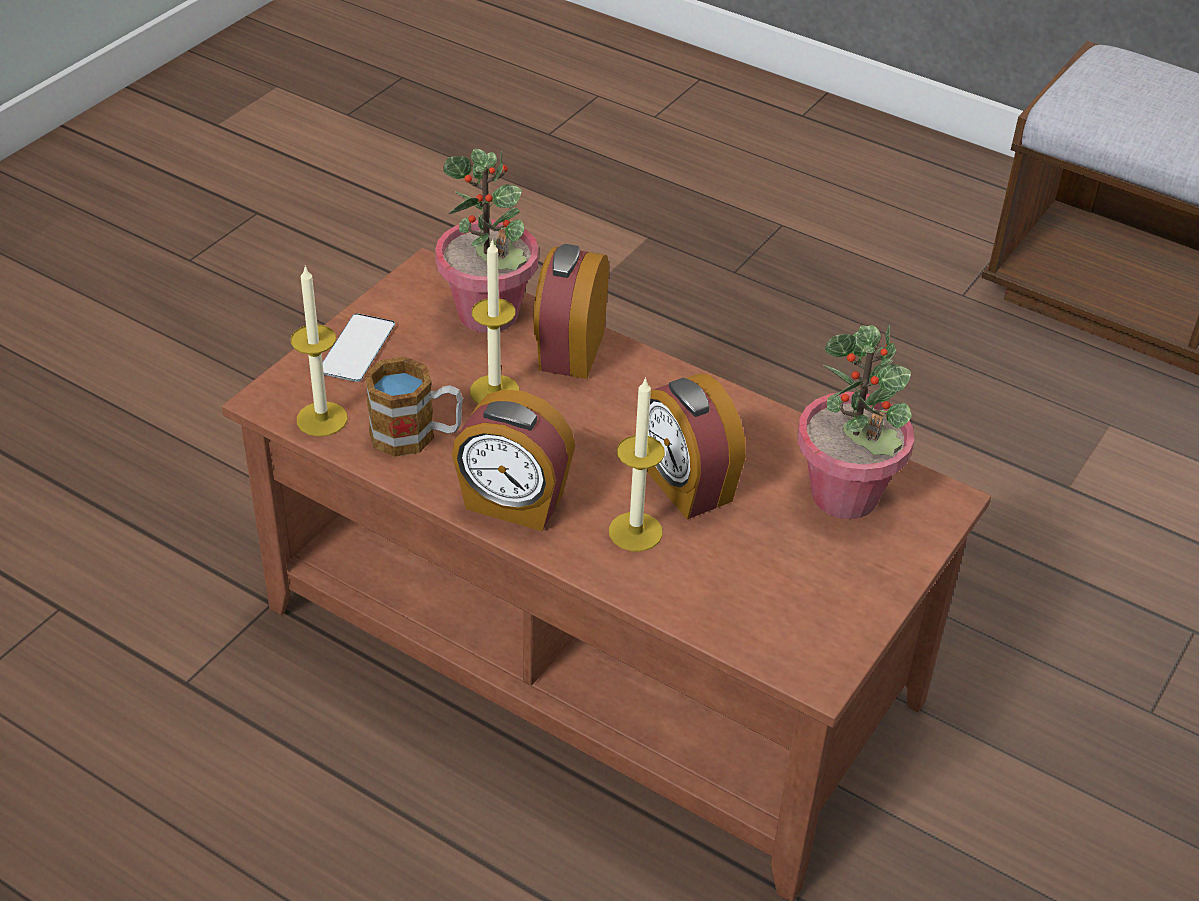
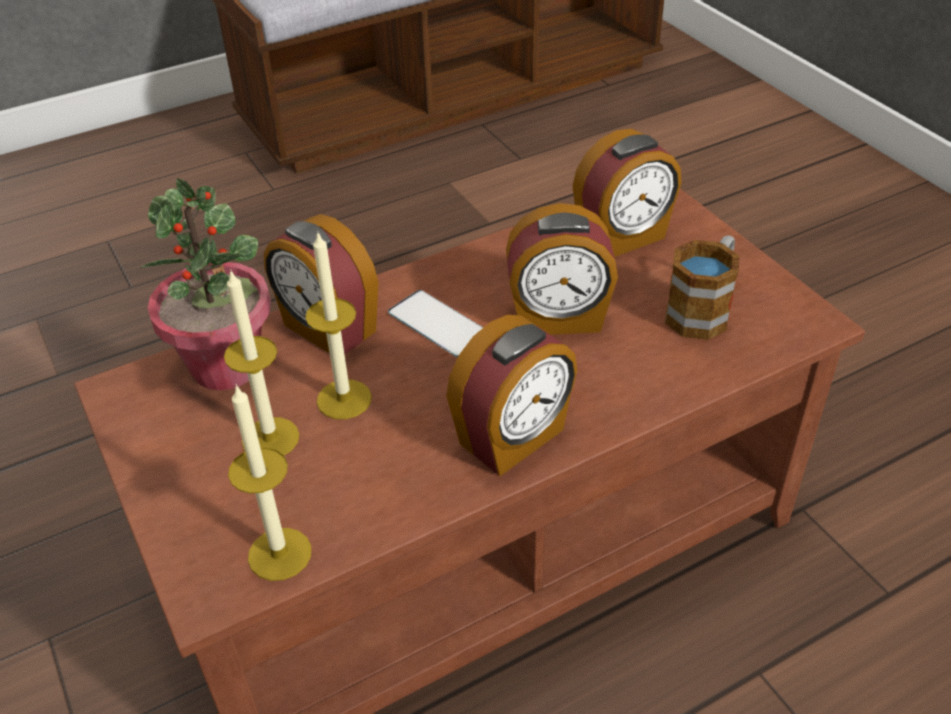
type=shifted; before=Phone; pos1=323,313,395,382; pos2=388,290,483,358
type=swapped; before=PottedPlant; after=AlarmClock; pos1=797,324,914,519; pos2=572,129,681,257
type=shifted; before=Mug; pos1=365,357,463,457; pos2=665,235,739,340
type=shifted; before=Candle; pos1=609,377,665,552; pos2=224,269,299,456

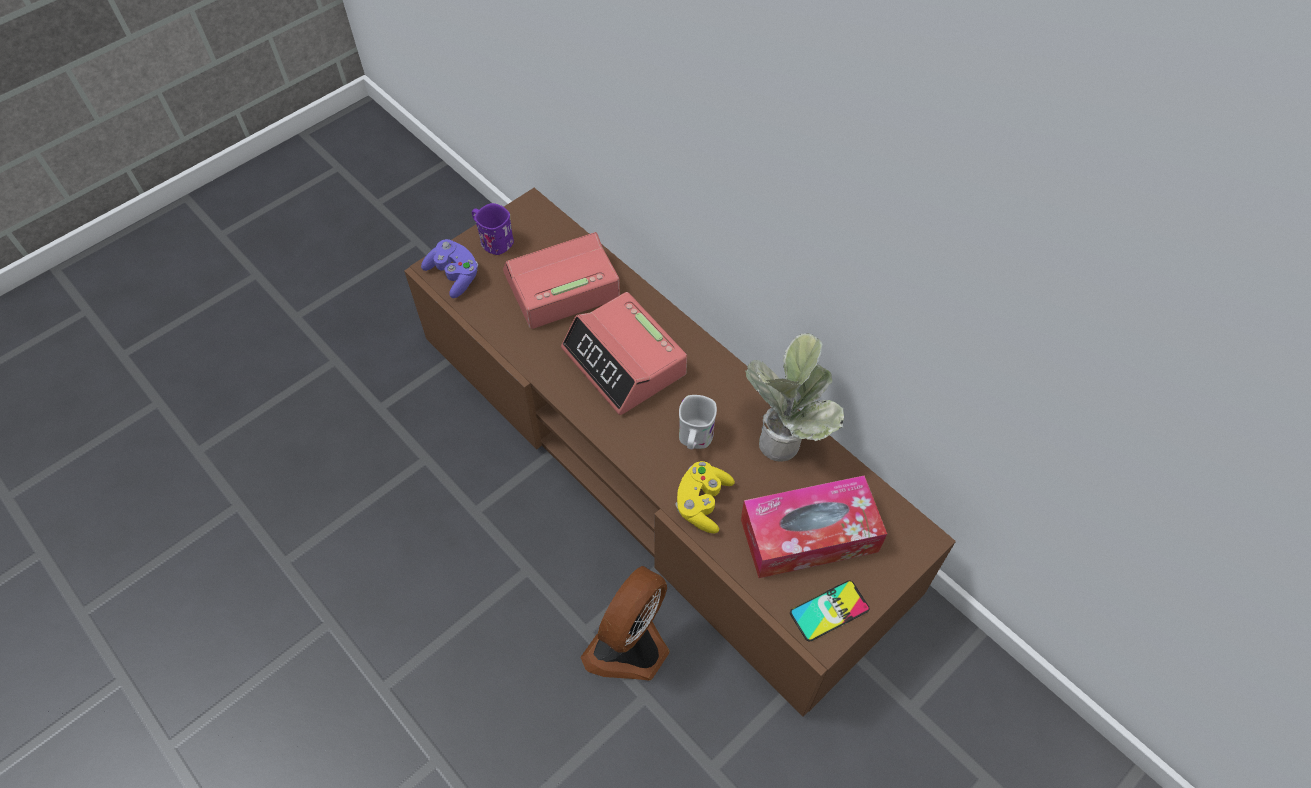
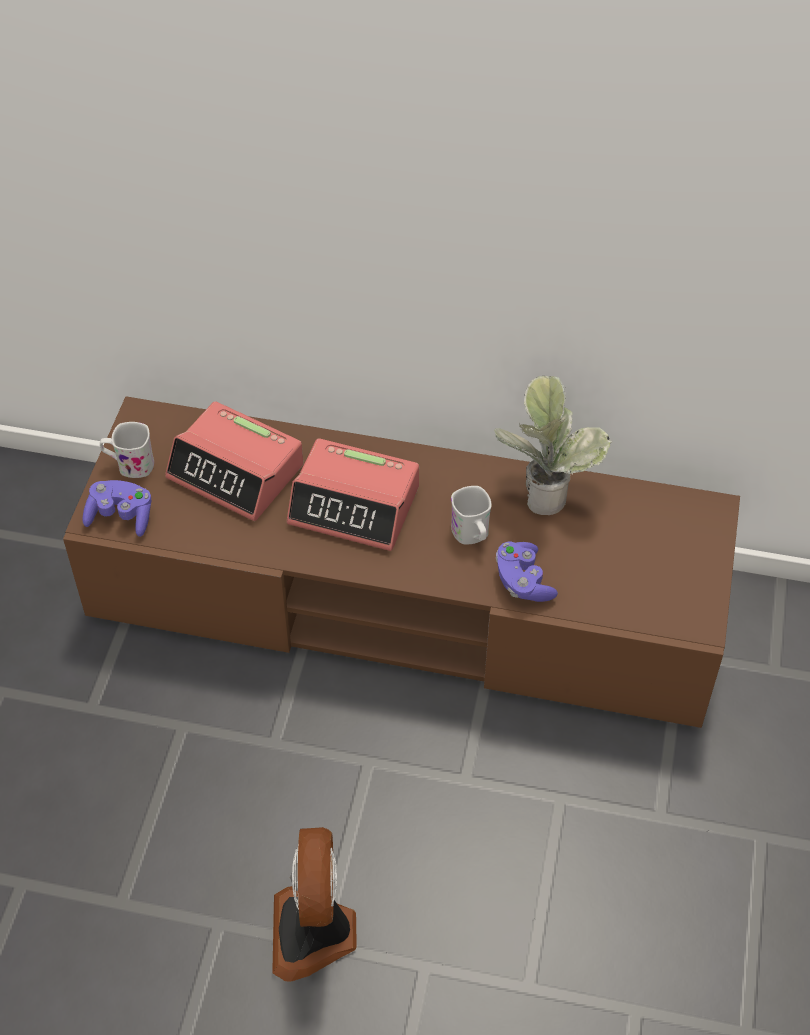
type=repainted; before=PurpleMug; after=WhiteMug; pos1=472,203,514,255; pos2=100,422,154,478
type=rotated; before=AlarmClock; pos1=503,232,620,329; pos2=165,401,303,521; turn=-90
type=repainted; before=YellowGameController; after=PurpleGameController; pos1=675,461,735,533; pos2=496,542,558,602
type=gone; before=TissueBox; pos1=741,475,887,578
type=shifted; before=Fan; pos1=580,566,670,681; pos2=272,827,357,982
type=gone; before=Phone; pos1=790,580,870,642

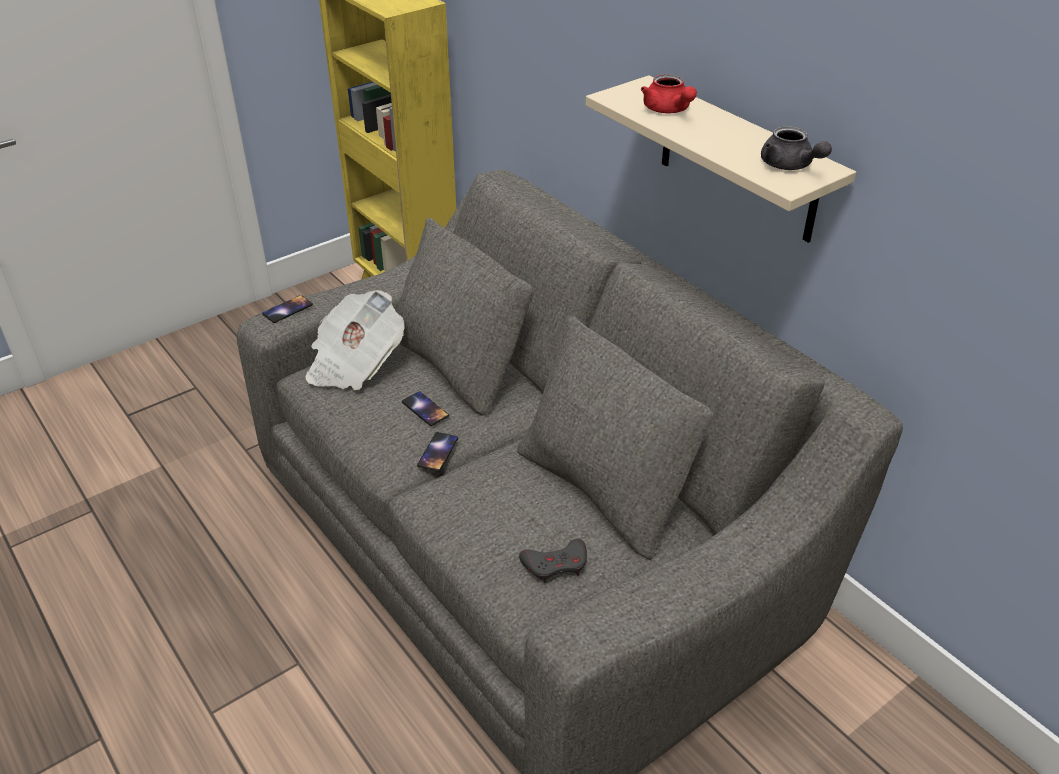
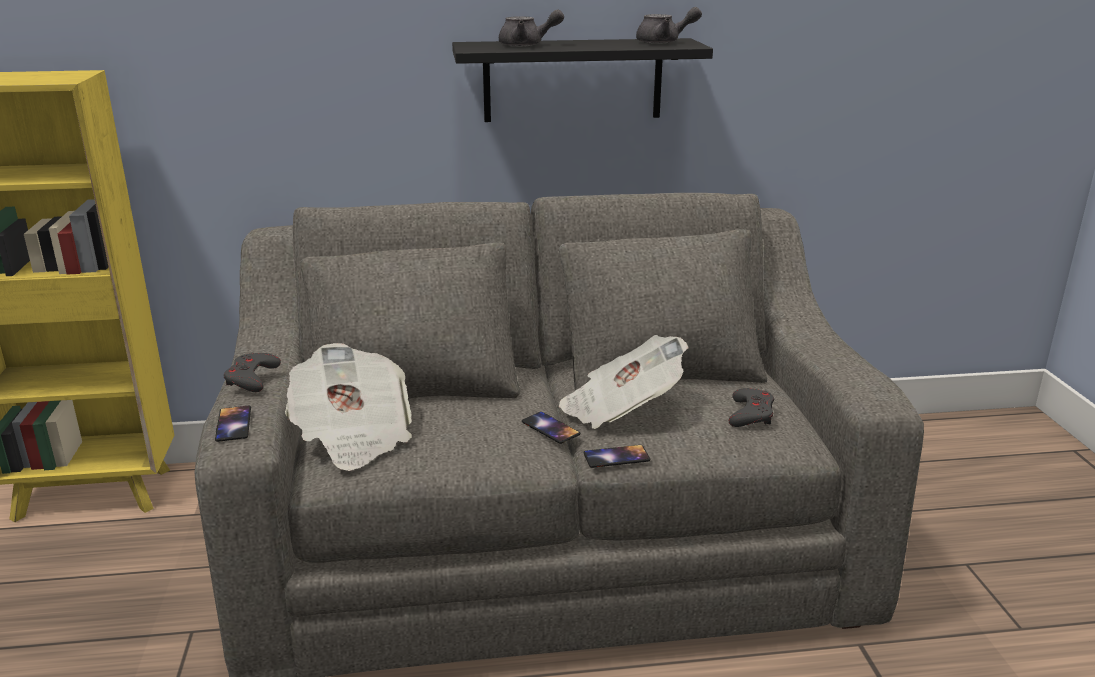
type=repainted; before=RedTeapot; after=GreyTeapot; pos1=641,74,697,113; pos2=499,9,564,47
type=repainted; before=BeigeShelf; after=BlackShelf; pos1=586,75,856,243; pos2=452,38,713,122
type=shifted; before=Phone; pos1=402,392,449,426; pos2=583,445,650,468
type=new; after=Newspaper; pos2=559,335,688,429
type=new; after=GreyGameController; pos2=224,353,281,392

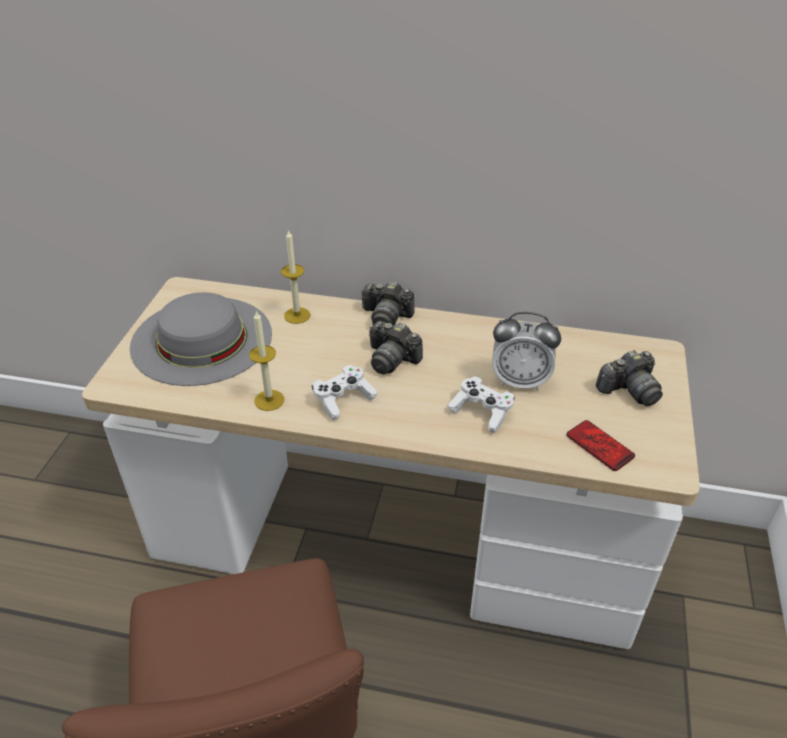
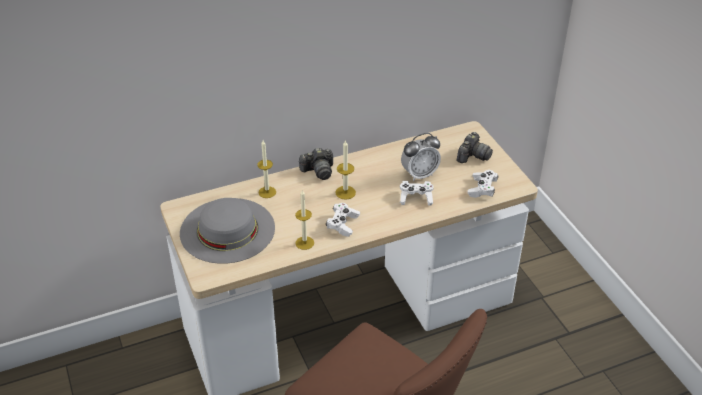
type=swapped; before=PhotoCamera; after=Candle; pos1=369,321,423,374; pos2=335,140,356,200
type=swapped; before=Phone; after=WhiteGameController; pos1=567,420,635,471; pos2=468,170,499,198

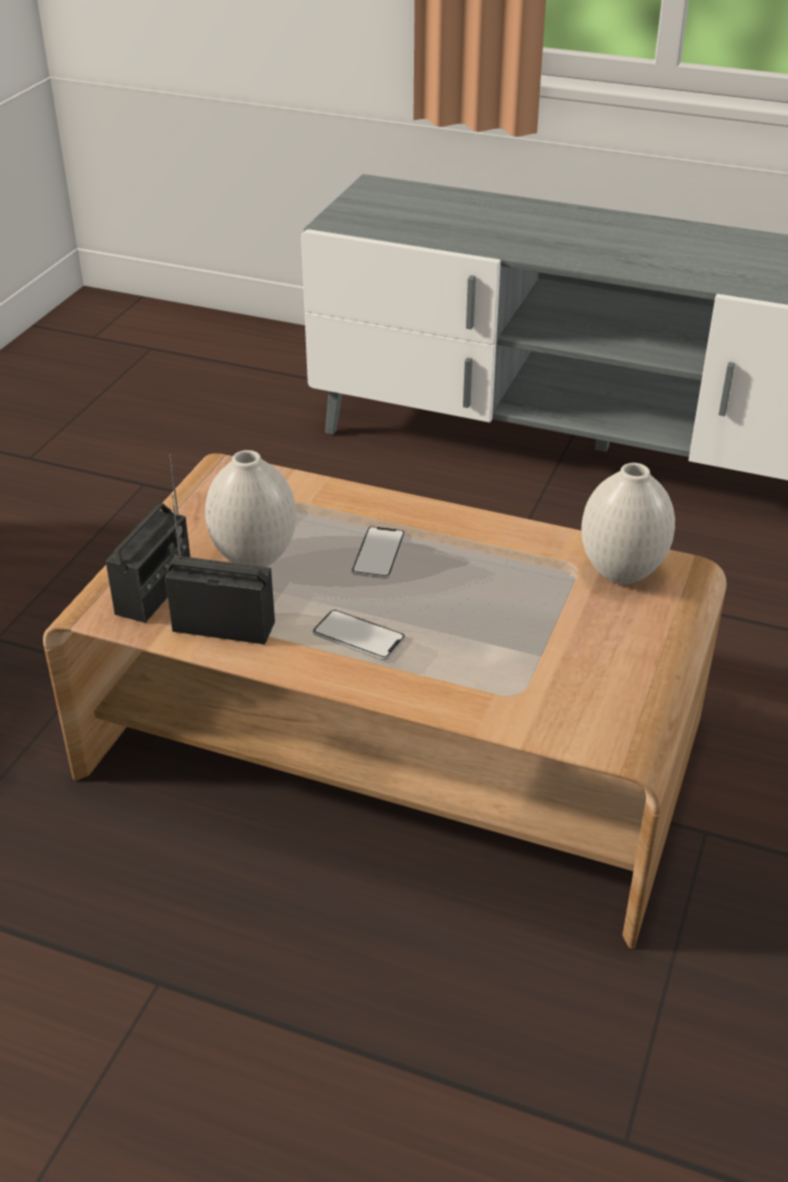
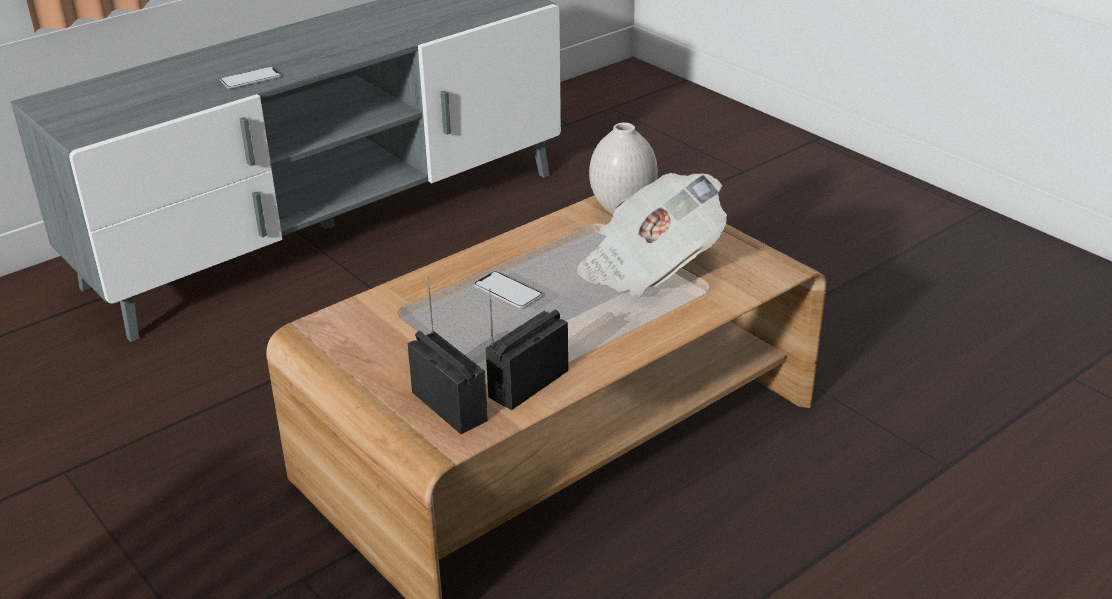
type=gone; before=WhiteVase; pos1=205,450,296,567
type=shifted; before=Phone; pos1=313,610,406,660; pos2=220,67,282,89
type=new; after=Newspaper; pos2=577,173,727,297

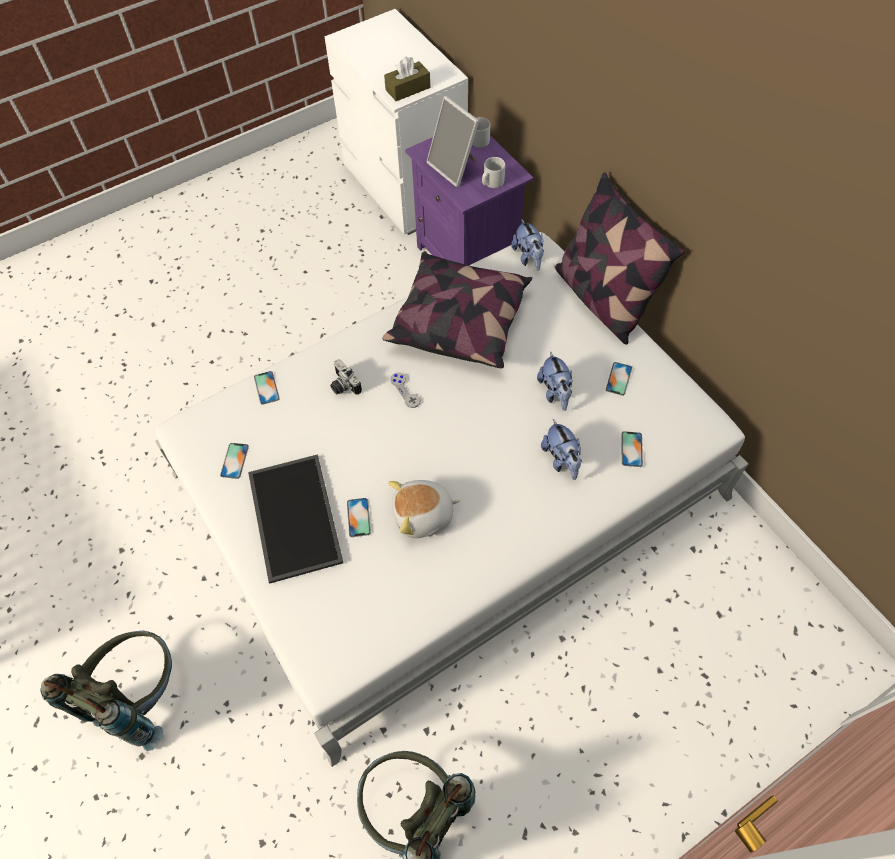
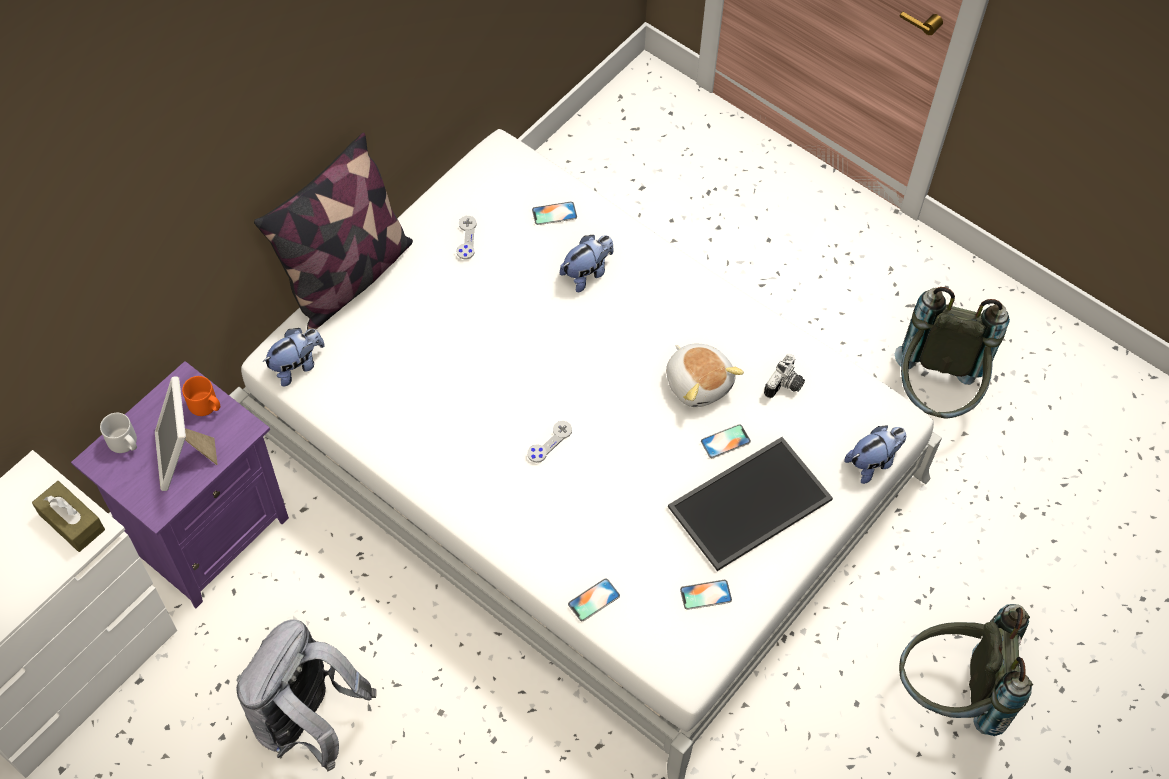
type=rotated; before=PictureFrame; pos1=426,96,479,187; pos2=155,376,218,491; turn=135
type=repainted; before=GreyMug; after=OrangeMug; pos1=482,157,505,188; pos2=182,376,220,416
type=gone; before=Pillow; pos1=382,252,532,368
type=shifted; before=PlushToy; pos1=537,351,573,411; pos2=844,425,906,484
type=shifted; before=PhotoCamera; pos1=330,359,362,395; pos2=764,354,805,398
type=swapped; before=Phone; after=GreyGameController; pos1=606,362,632,396; pos2=456,216,477,259
type=new; after=GreyBackpack; pos2=236,619,376,772

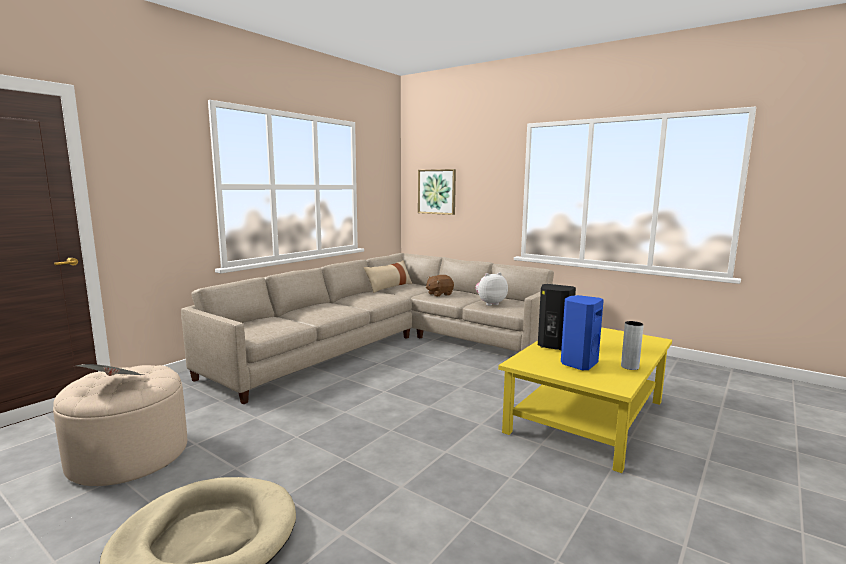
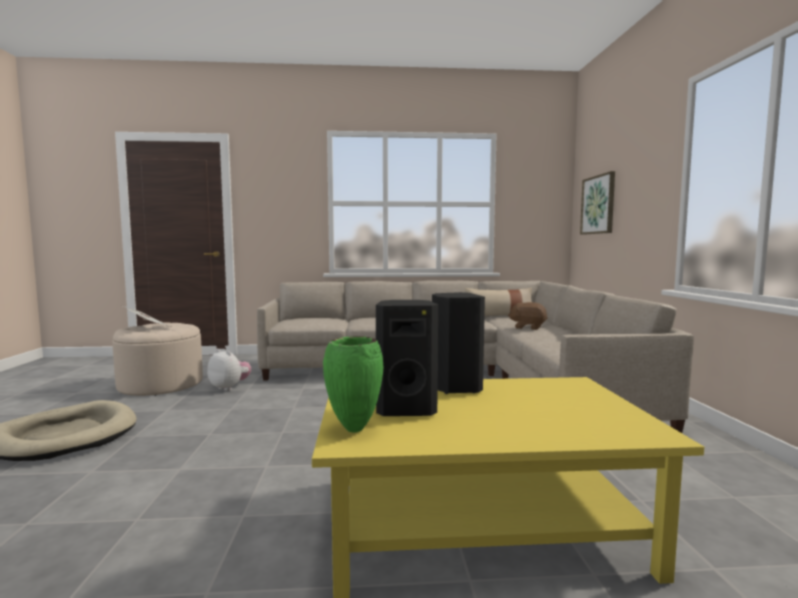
type=shifted; before=PlushToy; pos1=475,272,508,306; pos2=207,349,251,391
type=repainted; before=BlueSpeaker; after=BlackSpeaker; pos1=561,295,604,371; pos2=376,300,438,416
type=gone; before=GreyVase; pos1=621,321,644,370
type=new; after=GreenVase; pos2=323,336,383,433

